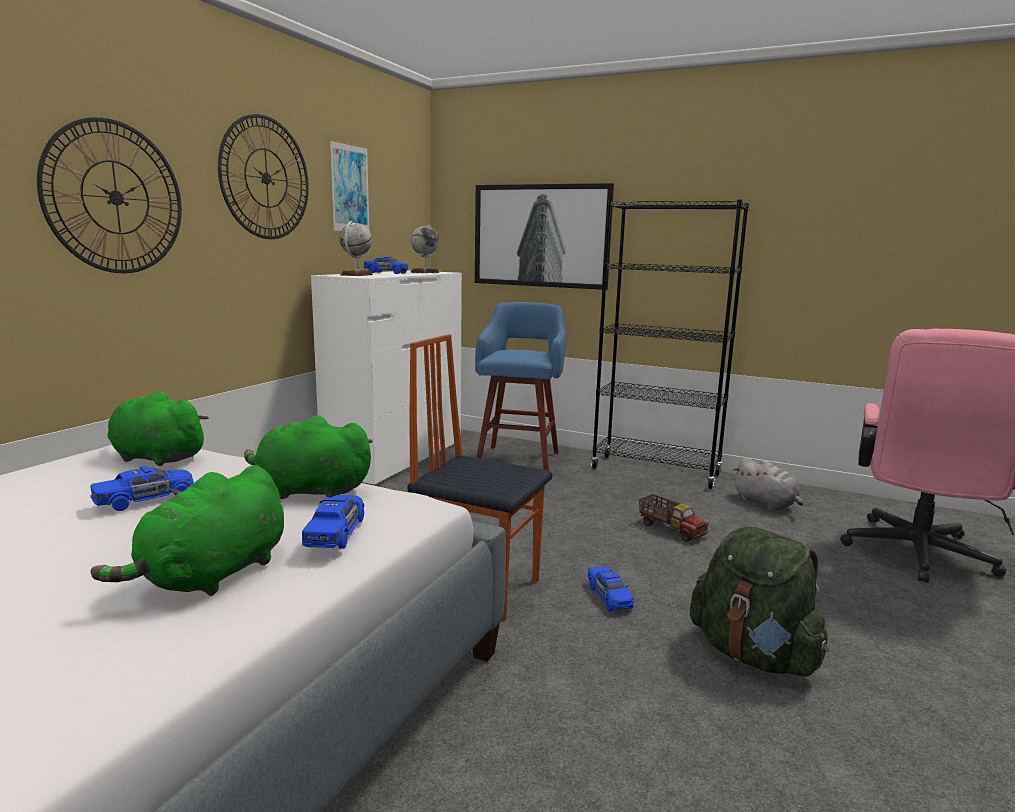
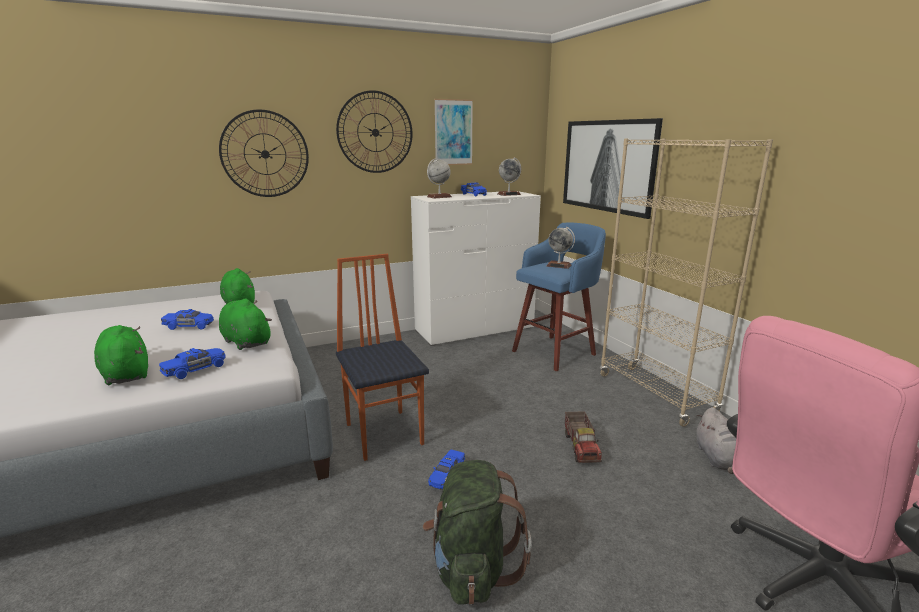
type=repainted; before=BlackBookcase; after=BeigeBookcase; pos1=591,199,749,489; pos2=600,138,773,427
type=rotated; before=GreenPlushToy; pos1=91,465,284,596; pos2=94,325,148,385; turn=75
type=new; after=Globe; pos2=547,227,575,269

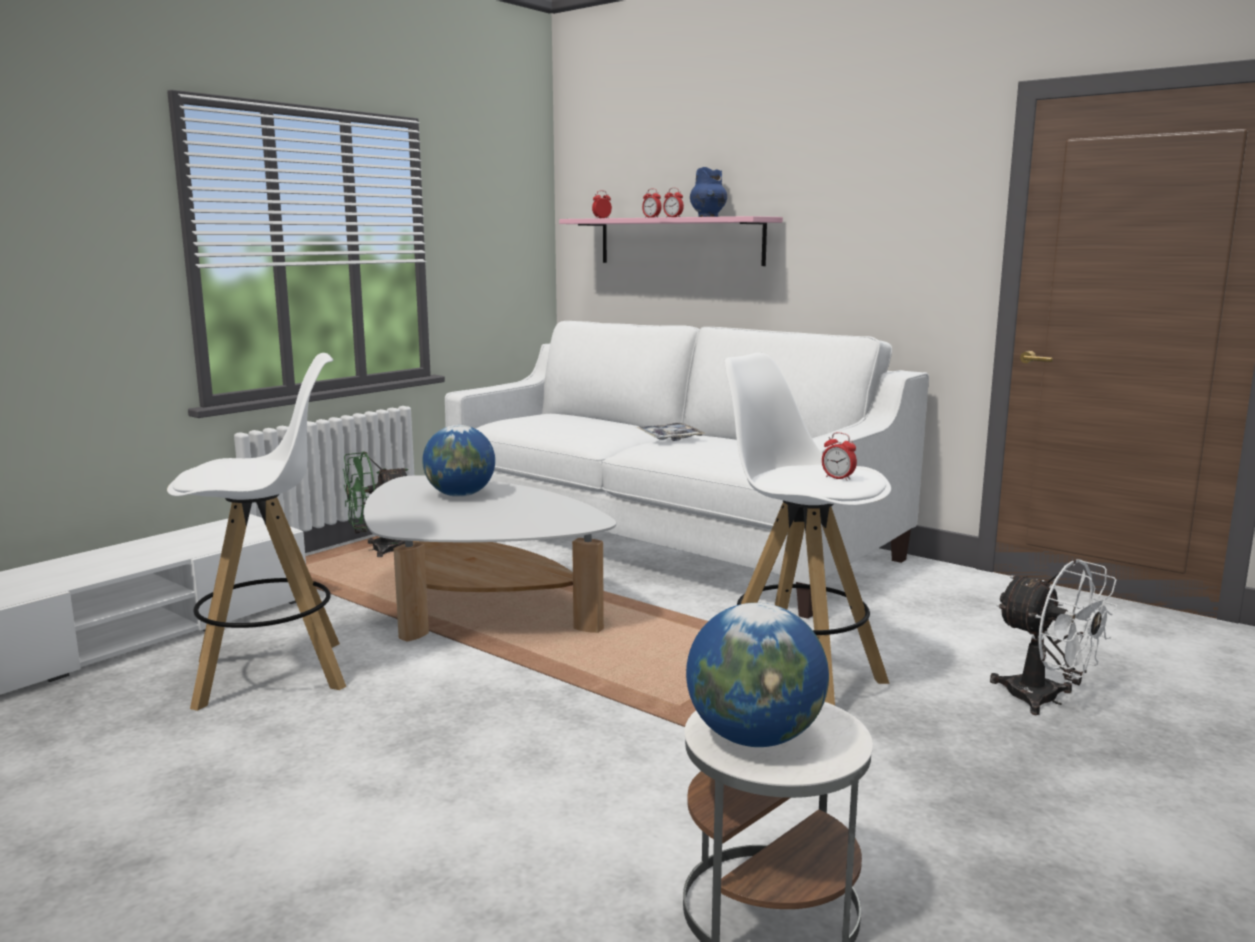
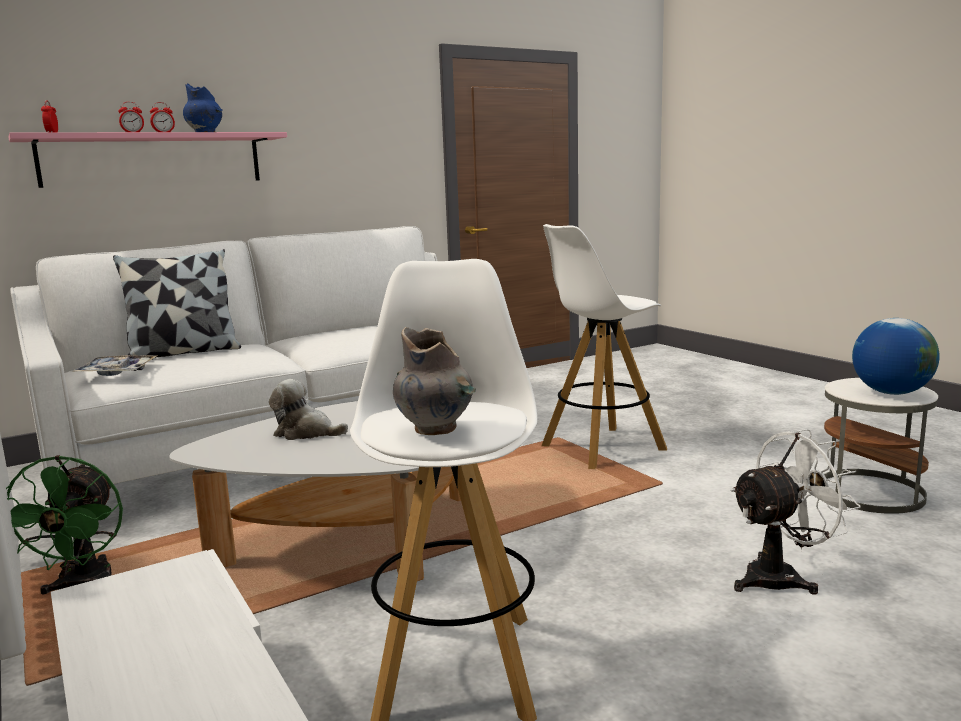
type=shifted; before=Tray; pos1=636,423,705,441; pos2=72,355,158,376
type=swapped; before=Globe; after=PlushToy; pos1=422,425,495,497; pos2=269,379,348,440
type=gone; before=AlarmClock; pos1=822,432,857,481
type=shifted; before=WhiteFan; pos1=990,559,1118,715; pos2=730,429,860,594
type=new; after=Pillow; pos2=113,249,241,358
type=new; after=GreyVase; pos2=393,327,476,435

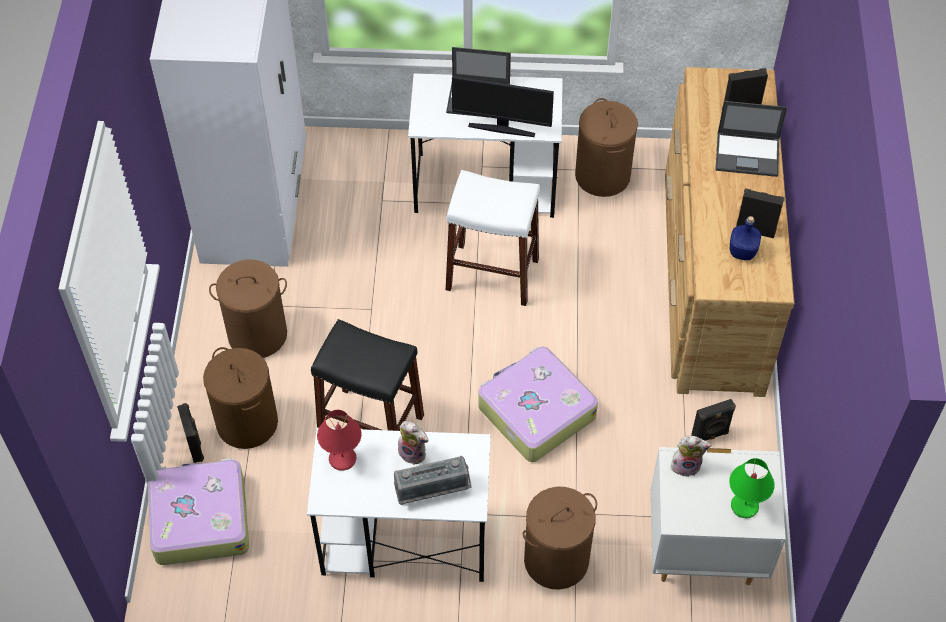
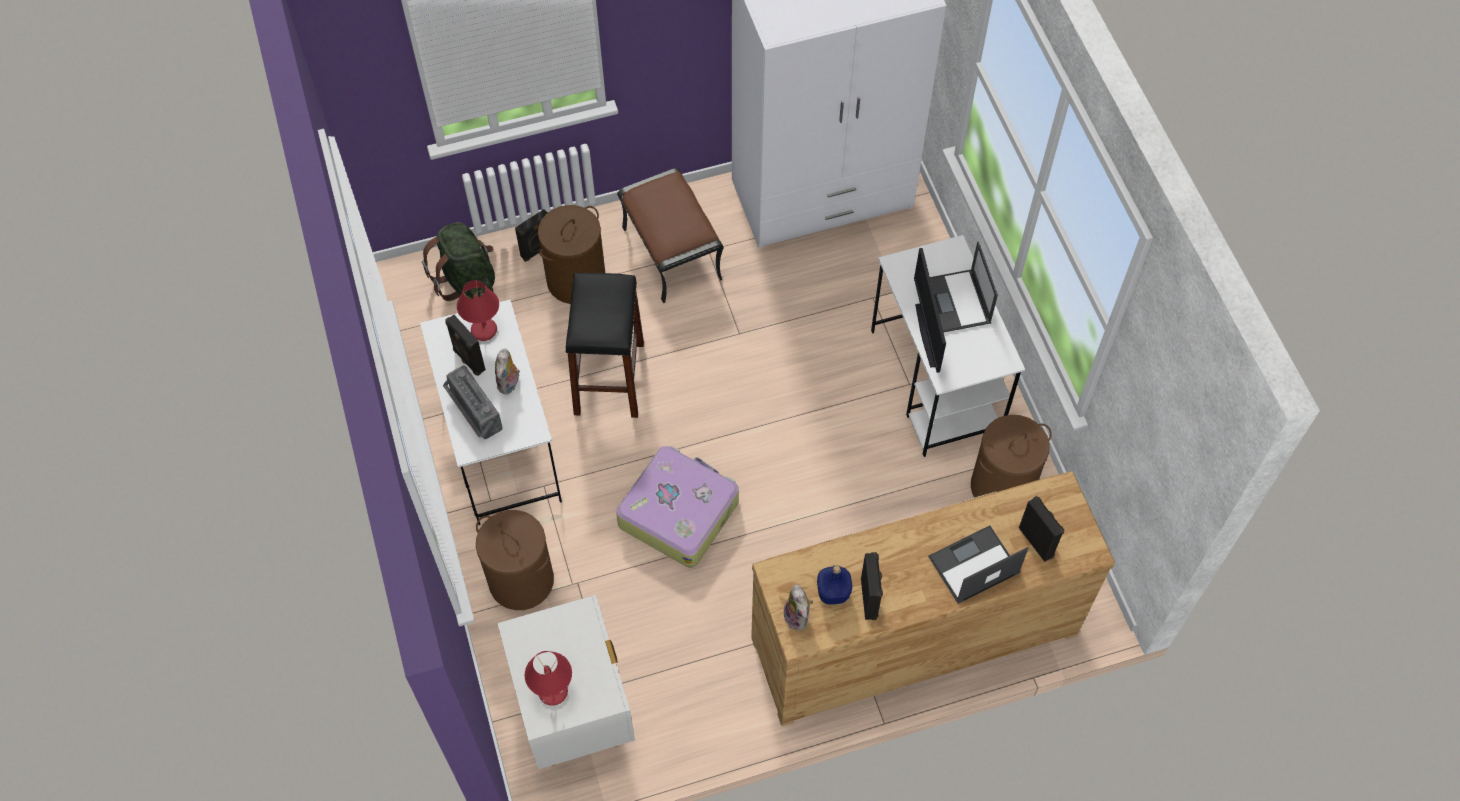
type=rotated; before=Laptop; pos1=715,101,787,177; pos2=928,525,1028,604; turn=75
type=gone; before=WhiteStool; pos1=445,170,540,306
type=swapped; before=BrownLaundryBasket; after=BrownOttoman; pos1=209,260,287,358; pos2=617,168,724,303
type=shifted; before=BlackSpeaker; pos1=691,399,736,441; pos2=445,315,486,376
type=shifted; before=PlushToy; pos1=671,436,712,477; pos2=784,585,813,631
type=swapped; before=Suitcase; after=GreenBackpack; pos1=148,458,249,565; pos2=422,222,495,301
type=repainted; before=GreenTableLamp; after=RedTableLamp; pos1=729,458,775,518; pos2=525,651,572,706

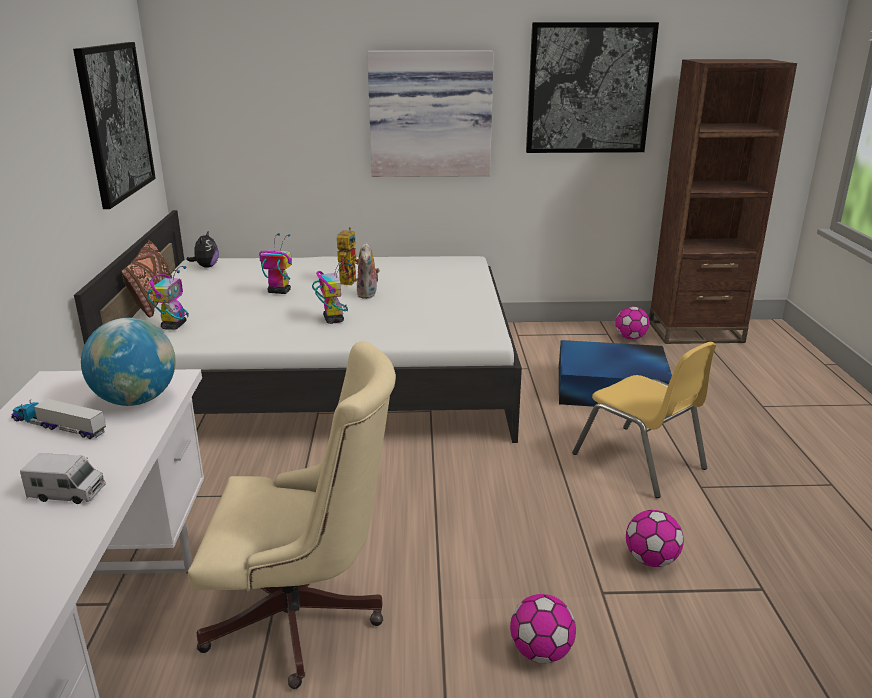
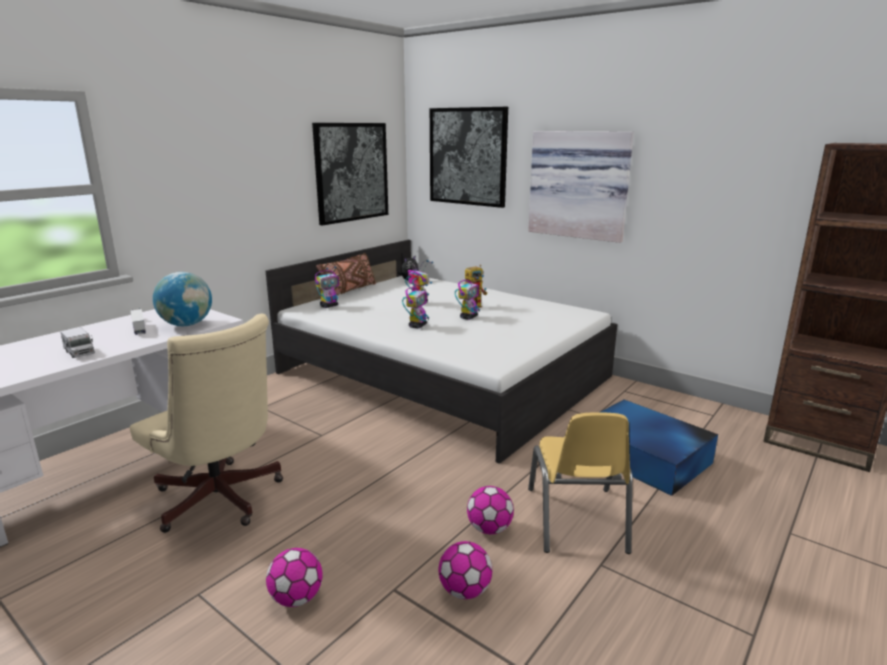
type=shifted; before=Picture; pos1=526,22,659,153; pos2=430,107,508,208
type=swapped; before=PlushToy; after=ToyRobot; pos1=357,242,380,299; pos2=455,275,484,320
type=shifted; before=Football; pos1=615,307,650,340; pos2=467,486,514,534

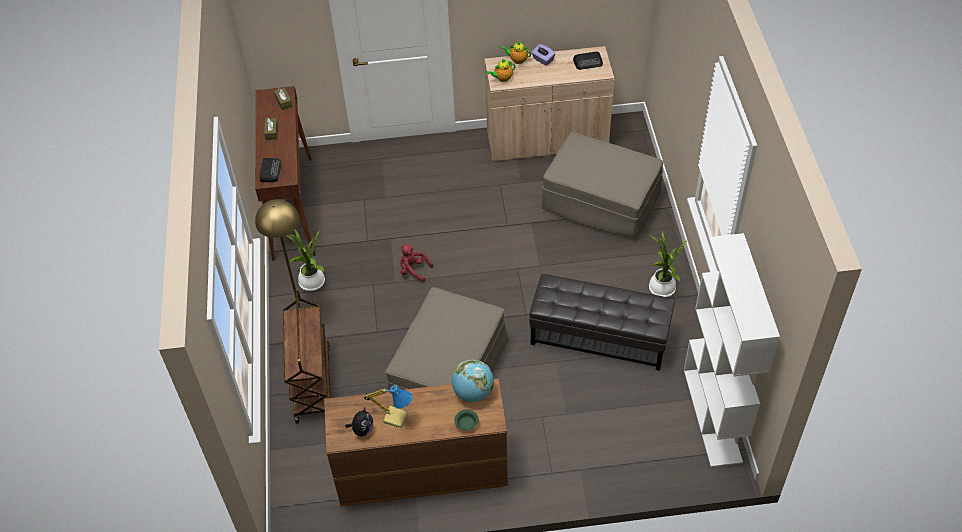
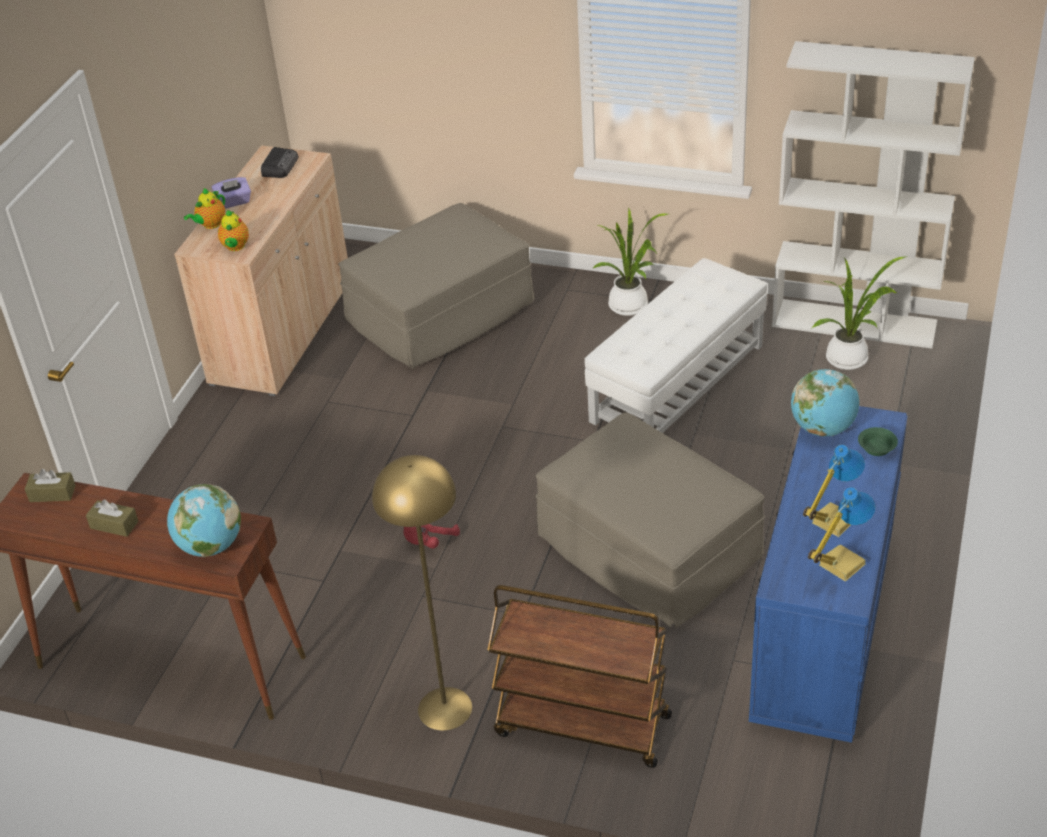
type=swapped; before=Radio; after=Globe; pos1=259,158,281,182; pos2=167,484,241,557
type=shifted; before=PottedPlant; pos1=286,229,325,291; pos2=812,256,906,370
type=repainted; before=BlackOttoman; after=WhiteOttoman; pos1=530,274,675,371; pos2=585,258,767,433
type=repainted; before=BrownDresser; after=BlueDresser; pos1=324,378,508,506; pos2=749,406,908,743
type=swapped; before=PlushToy; after=TableLamp; pos1=345,408,373,437; pos2=808,487,876,582

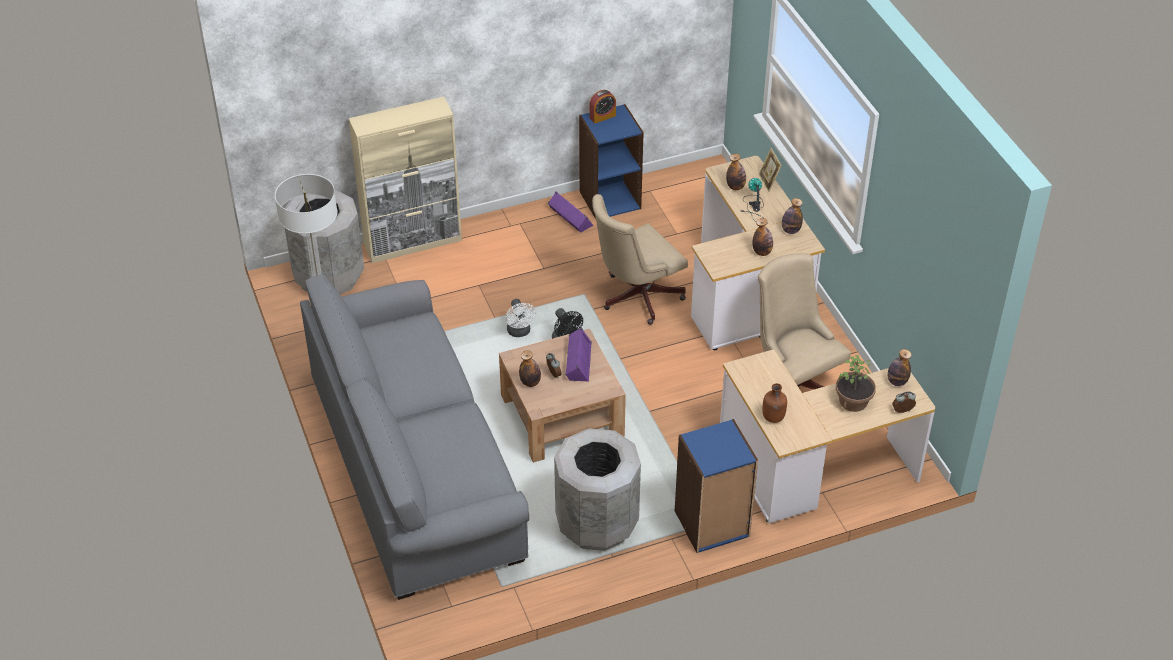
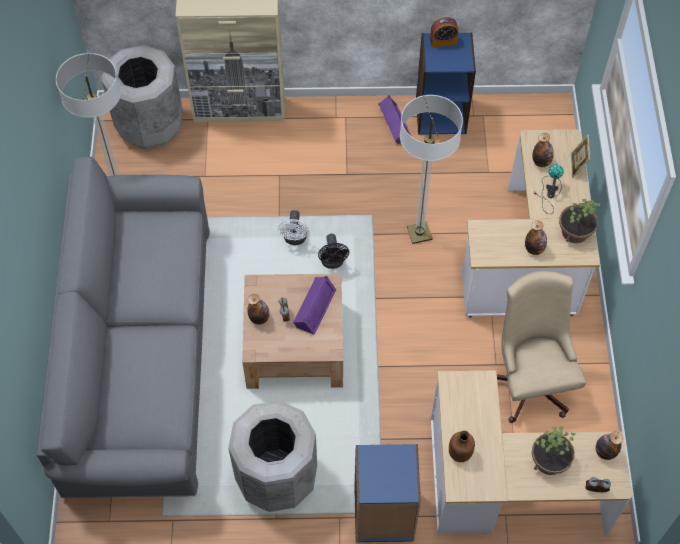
type=swapped; before=BeigeOfficeChair; after=FloorLamp; pos1=592,194,688,325; pos2=400,95,463,244
type=swapped; before=Bottle; after=PottedPlant; pos1=782,198,803,234; pos2=559,199,601,243

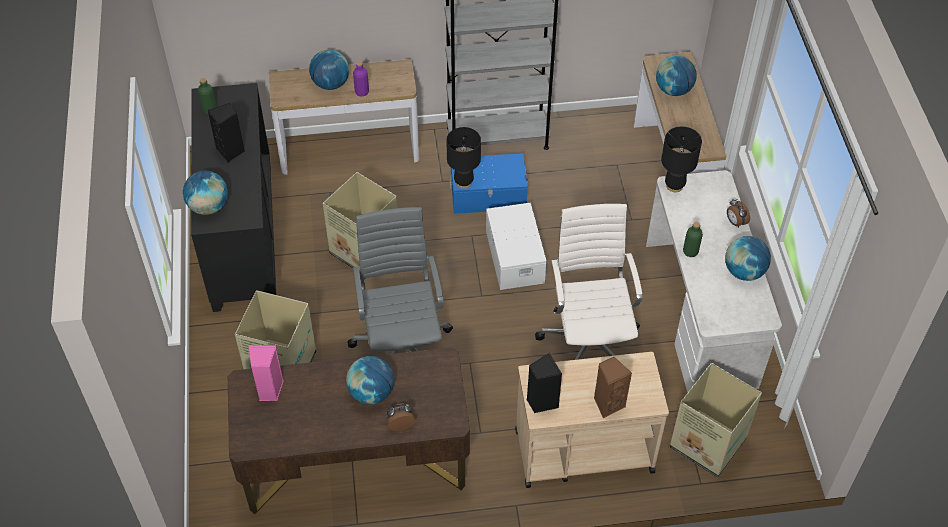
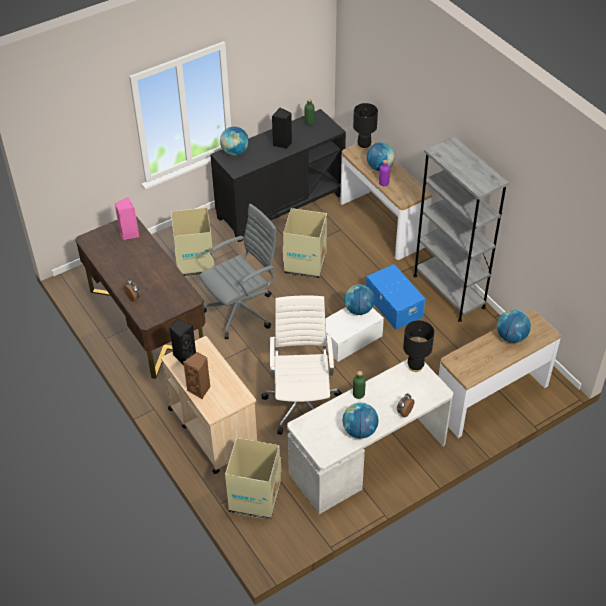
type=shifted; before=BlackTableLamp; pos1=446,127,481,189; pos2=353,103,378,150
type=rotated; before=WhiteOfficeChair; pos1=535,204,642,360; pos2=262,295,342,435; turn=-60
type=shifted; before=Globe; pos1=346,356,394,404; pos2=344,285,375,315

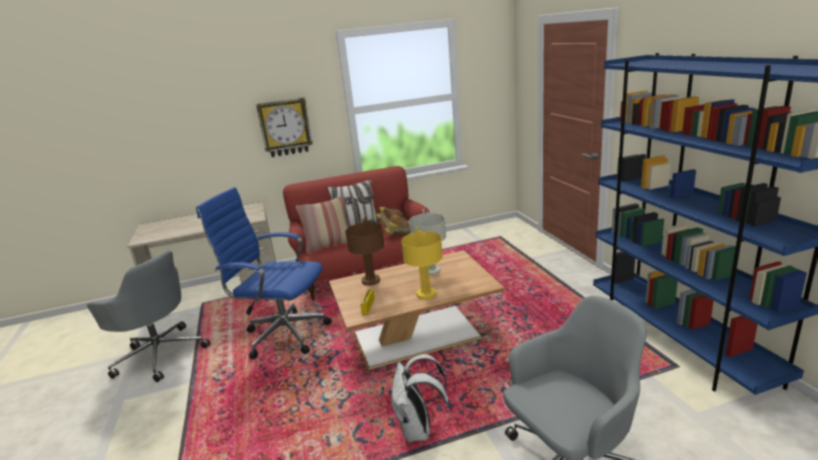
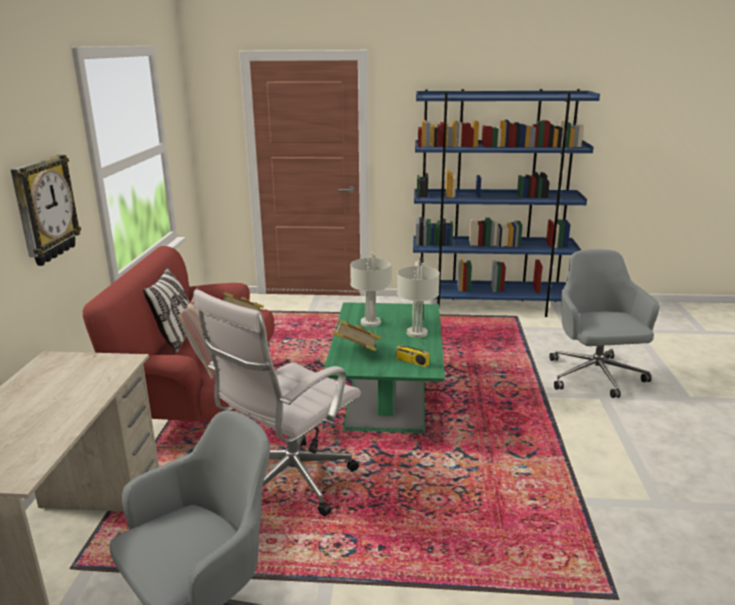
type=repainted; before=BlueOfficeChair; after=WhiteOfficeChair; pos1=196,187,332,359; pos2=194,290,361,516
type=swapped; before=BrownTableLamp; after=Book; pos1=345,216,384,285; pos2=331,319,381,351
type=repainted; before=YellowTableLamp; after=GreyTableLamp; pos1=401,227,443,299; pos2=397,260,440,338
type=repainted; before=BrownCoffeeTable; after=GreenCoffeeTable; pos1=329,250,505,370; pos2=324,302,445,433
type=gone; before=WhiteBackpack; pos1=391,354,451,442

